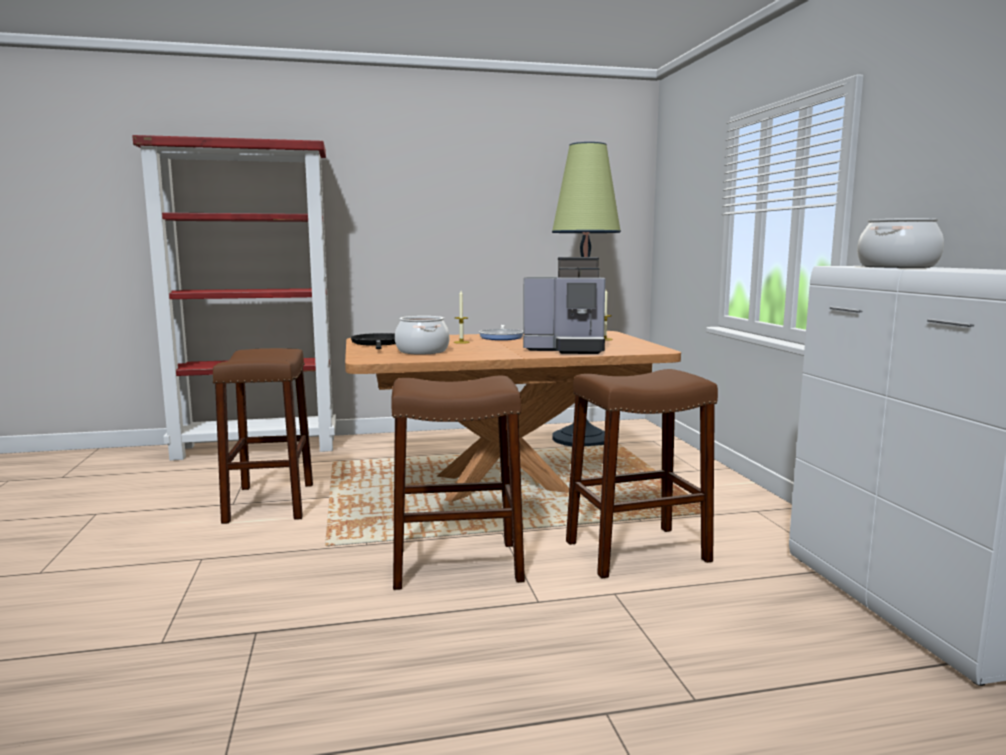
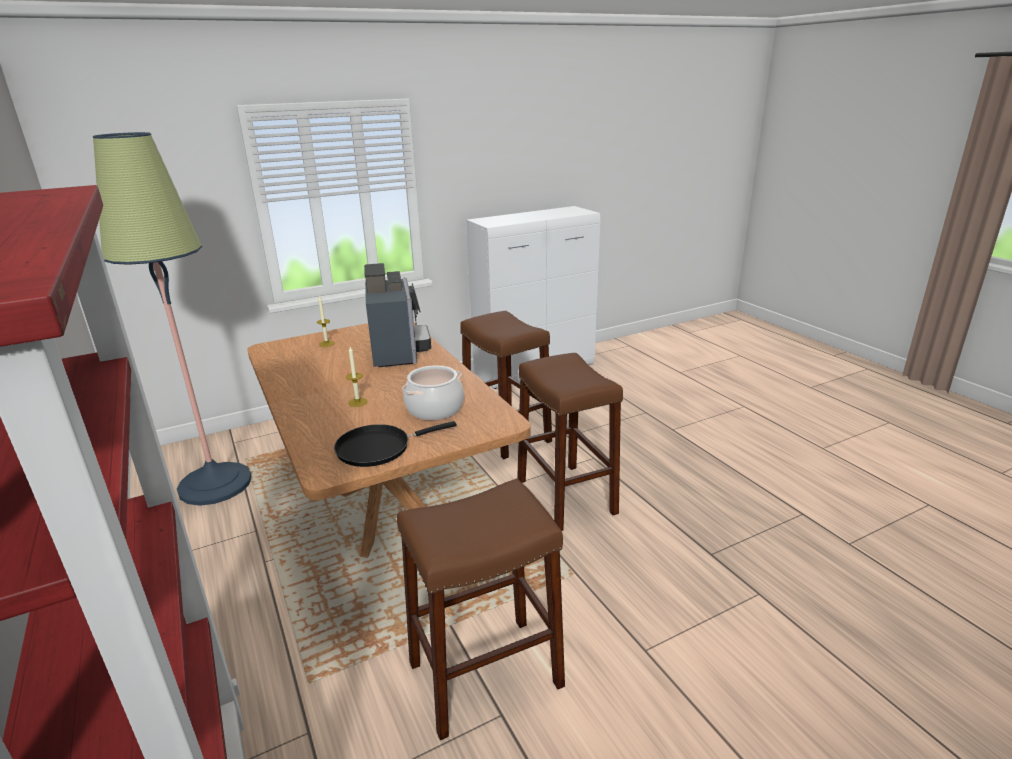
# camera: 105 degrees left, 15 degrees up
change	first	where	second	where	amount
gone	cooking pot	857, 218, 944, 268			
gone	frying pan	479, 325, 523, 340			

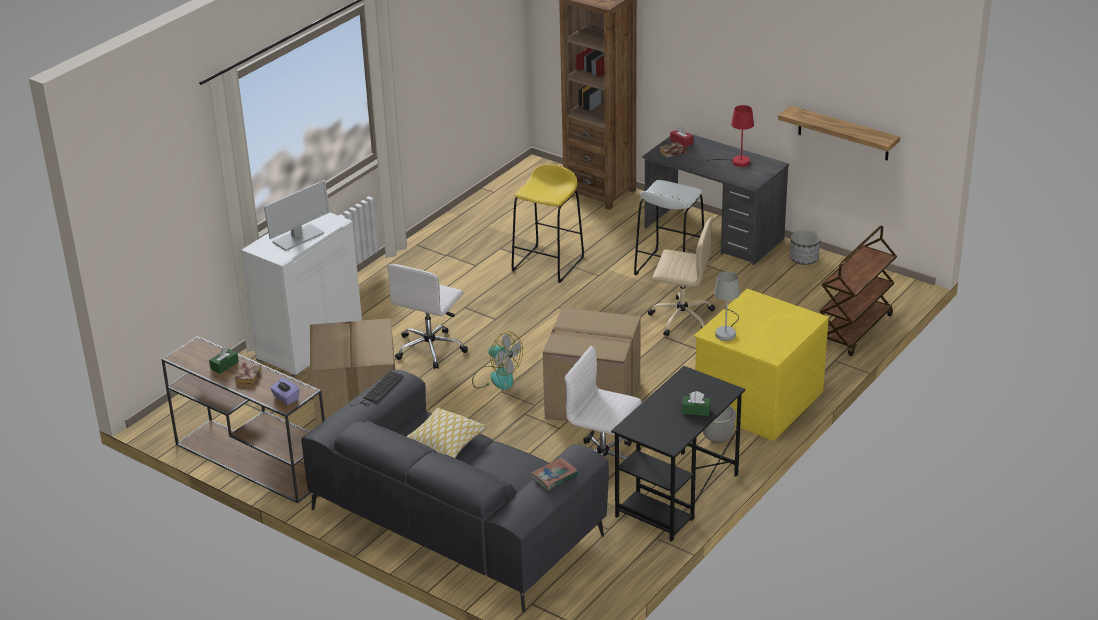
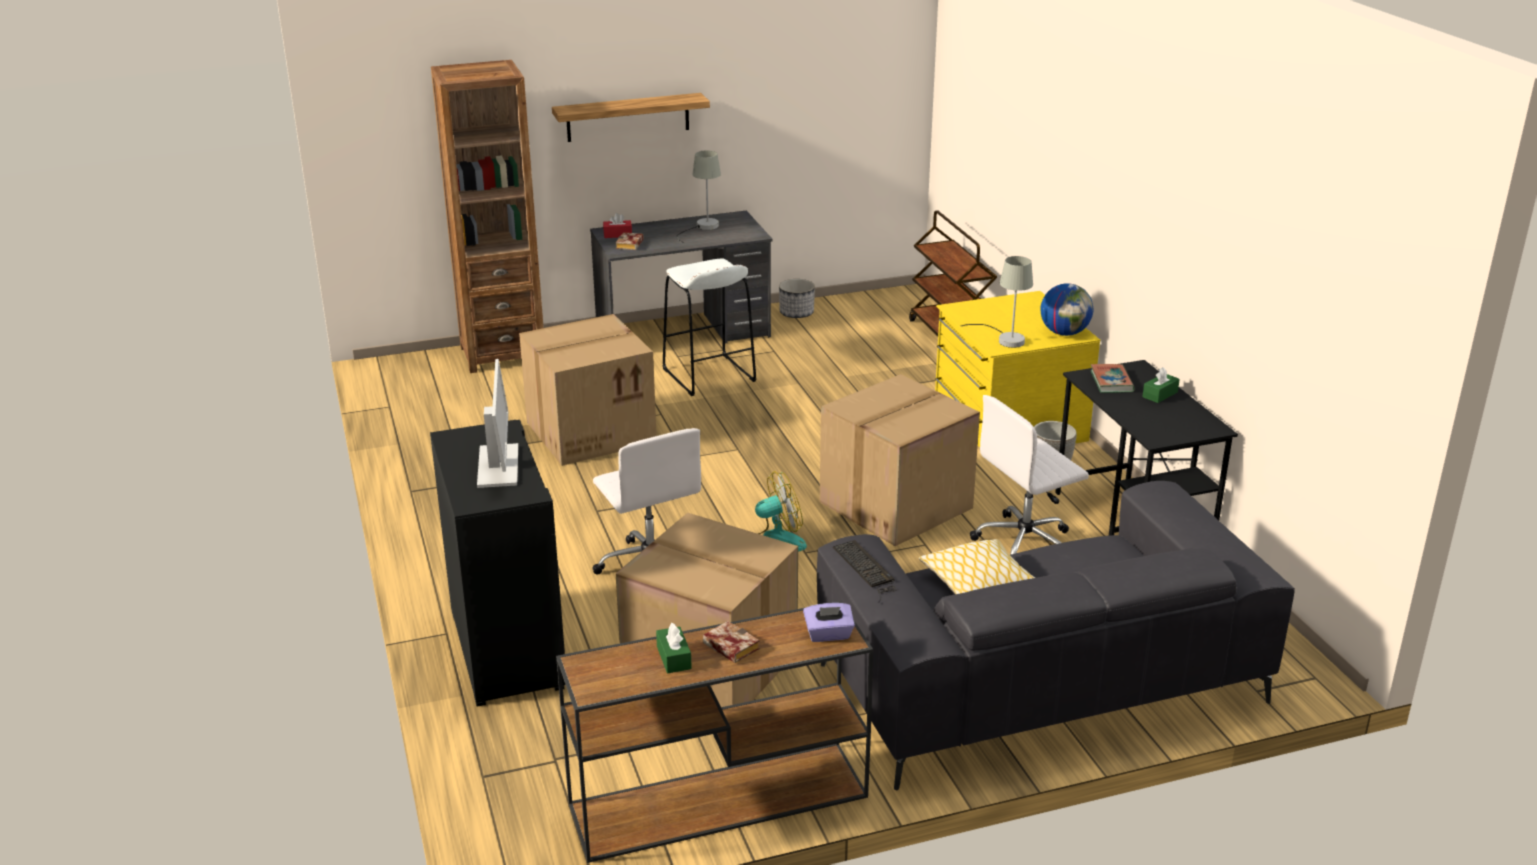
# camera: 55 degrees left, 5 degrees down
change	first	where	second	where	amount
repainted	table lamp in red	701, 105, 754, 167	table lamp in grey	677, 150, 721, 243	
shifted	shelf	778, 106, 900, 161		552, 93, 710, 142	
swapped	stool in yellow	511, 165, 584, 283	cardboard box	519, 314, 657, 466	
repainted	cabinet in white	241, 213, 362, 377	cabinet in black	430, 420, 565, 707	
gone	office chair in beige	648, 217, 715, 336			
shifted	book	531, 457, 578, 490		1091, 364, 1135, 393	
new			globe	1041, 283, 1093, 336	

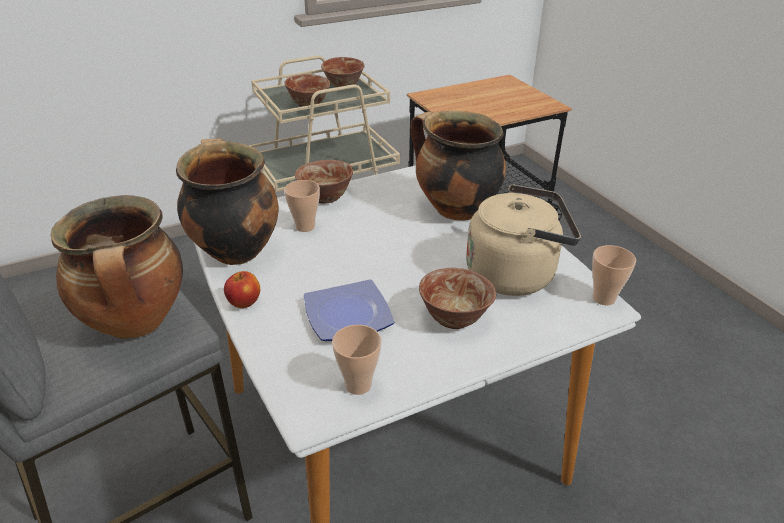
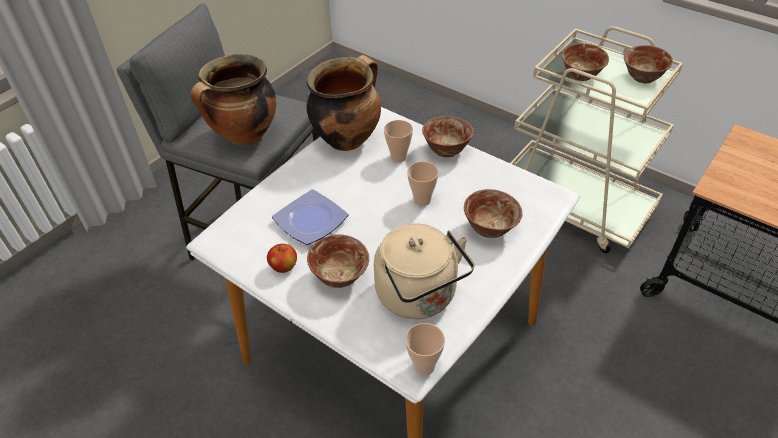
# camera: 65 degrees right, 10 degrees up
change	first	where	second	where	amount
swapped	cooking pot	410, 111, 506, 220	bowl	464, 189, 522, 238	
shifted	apple	224, 271, 260, 308		267, 244, 297, 273	
shifted	cup	332, 325, 381, 395		407, 161, 439, 206	

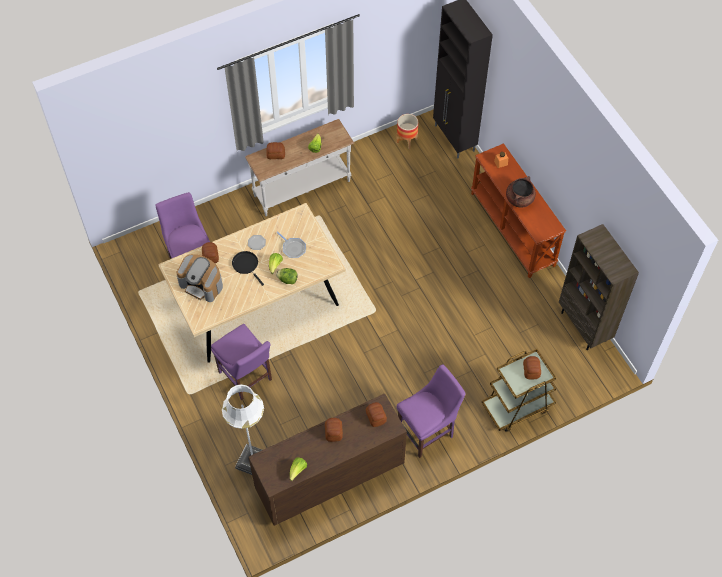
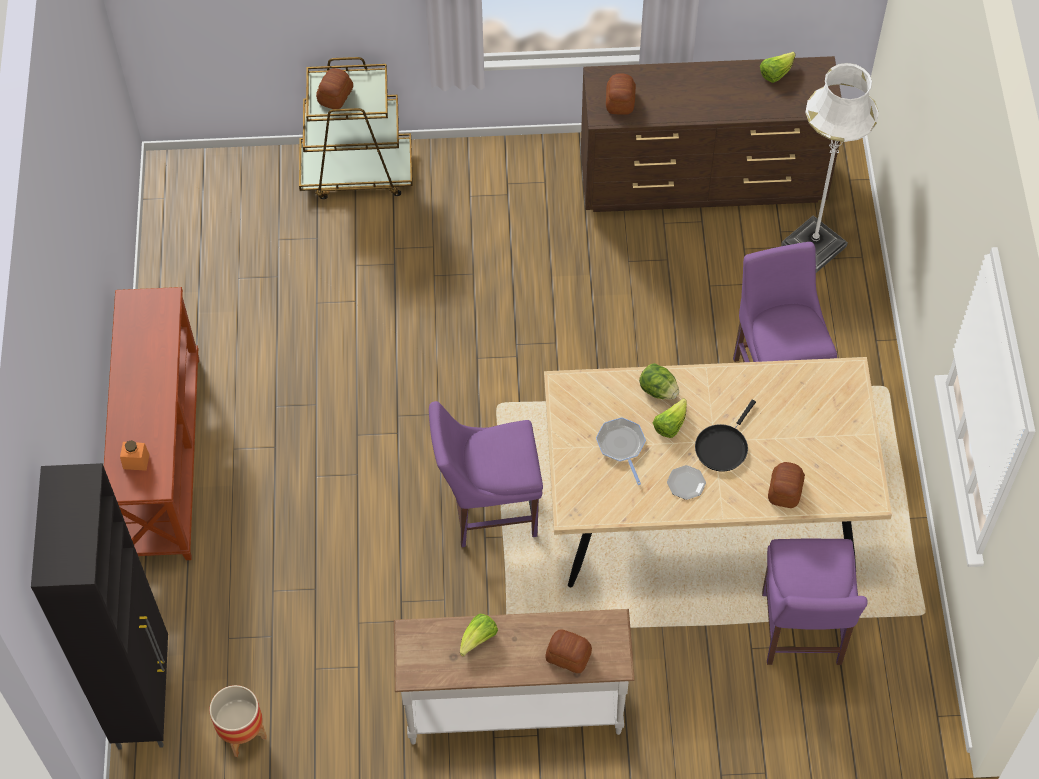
# camera: 155 degrees left, 0 degrees up
change	first	where	second	where	amount
gone	cooking pot in brown	506, 176, 536, 208			
gone	bookcase in brown	559, 224, 639, 350			
rotated	frying pan in black	232, 251, 264, 286		695, 400, 756, 472	45 degrees clockwise
gone	coffee machine	177, 254, 223, 302			
shifted	chair in purple	396, 364, 466, 458		429, 401, 543, 547	
gone	bread	325, 418, 343, 442			

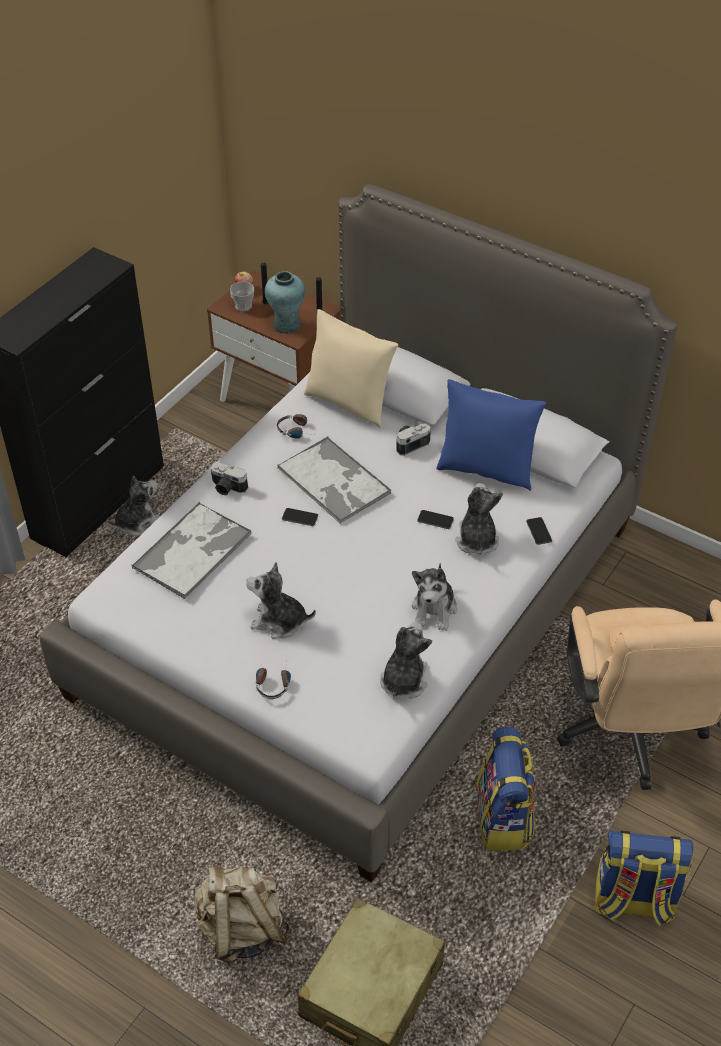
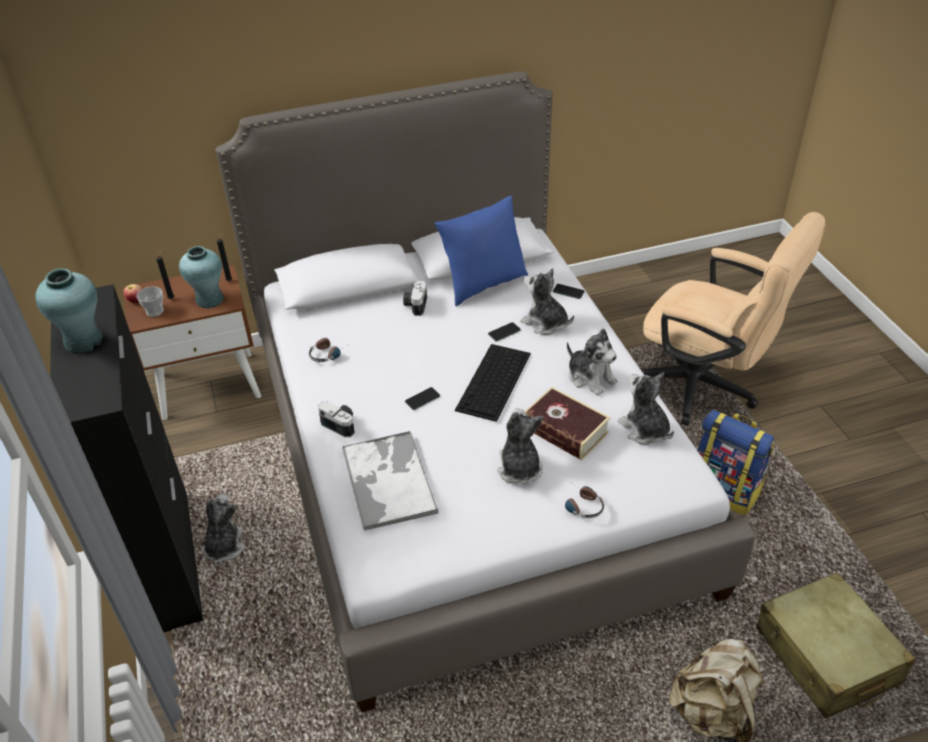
# camera: 50 degrees left, 5 degrees down
change	first	where	second	where	amount
gone	pillow in beige	304, 309, 398, 428			
gone	tray	277, 437, 391, 524			
rotated	photo camera	211, 463, 248, 495		318, 402, 355, 437	120 degrees counterclockwise
rotated	plush toy	246, 562, 316, 639		497, 408, 543, 484	120 degrees clockwise
gone	backpack	594, 830, 694, 926			
new			vase in turquoise	35, 268, 103, 354	
new			keyboard	455, 344, 531, 422	
new			book	525, 387, 610, 460	

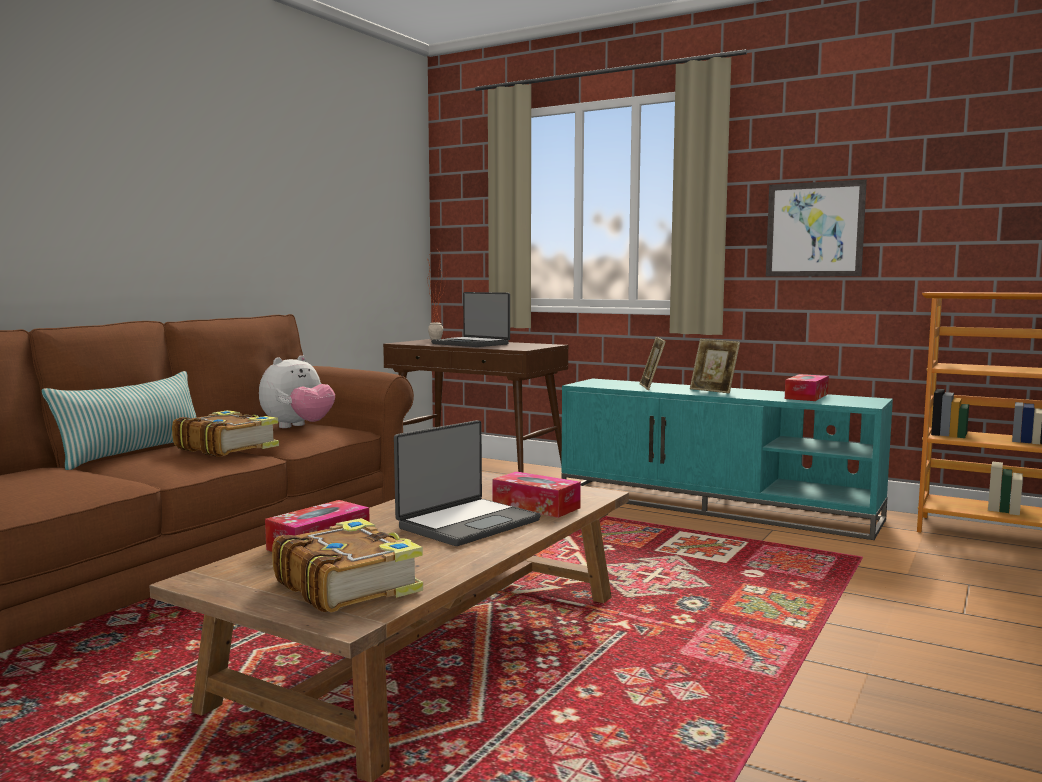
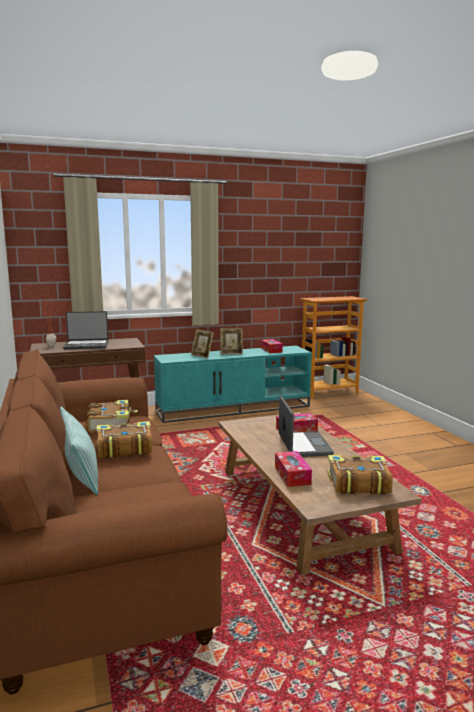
# camera: 50 degrees left, 5 degrees up
change	first	where	second	where	amount
gone	picture	766, 179, 867, 276			
swapped	plush toy	259, 355, 335, 428	book	86, 400, 138, 433	

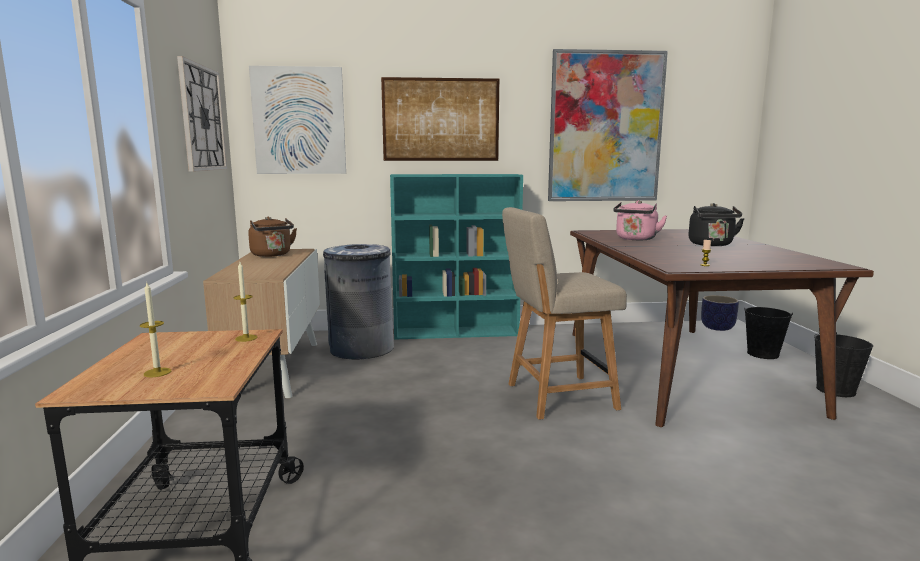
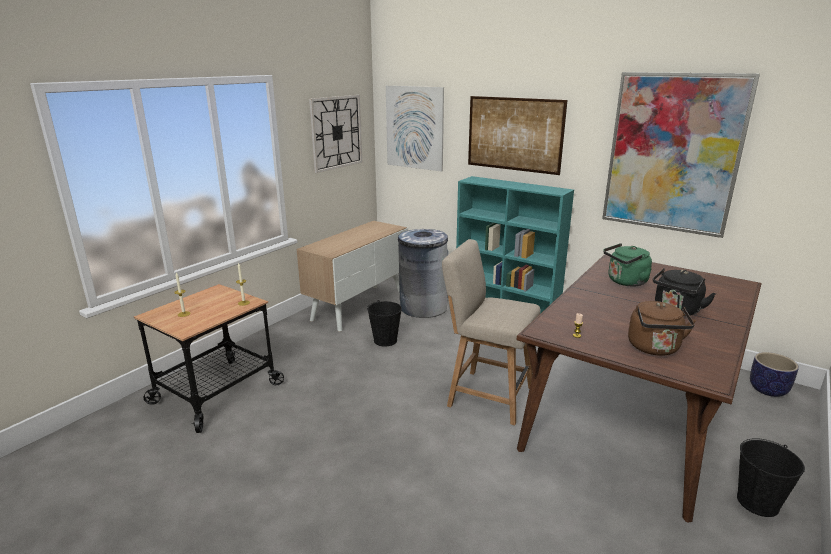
# camera: 40 degrees right, 10 degrees up
change	first	where	second	where	amount
repainted	kettle in pink	613, 200, 667, 240	kettle in green	603, 243, 652, 287	
shifted	kettle in brown	248, 217, 297, 257		628, 301, 696, 356	
shifted	bucket in black	744, 307, 793, 359		367, 300, 402, 347	

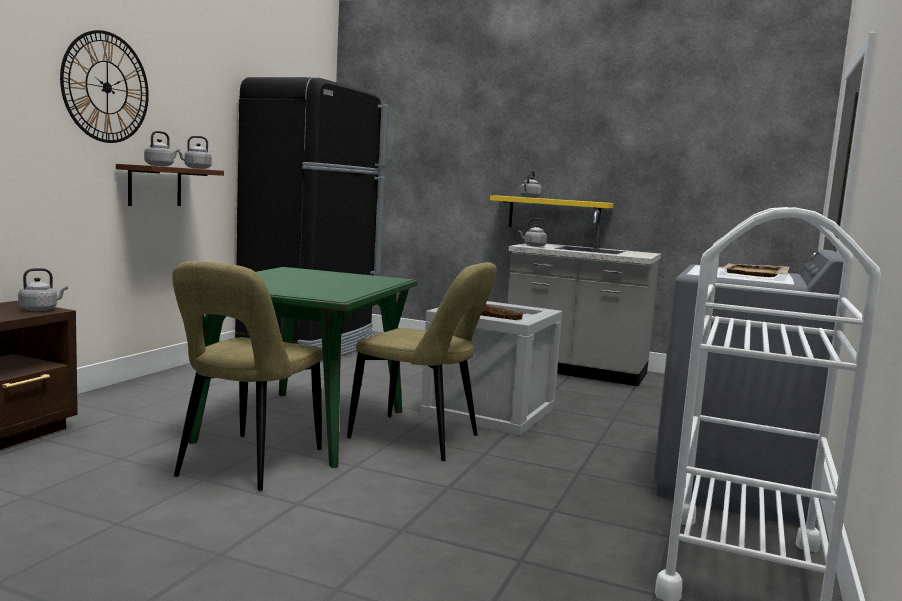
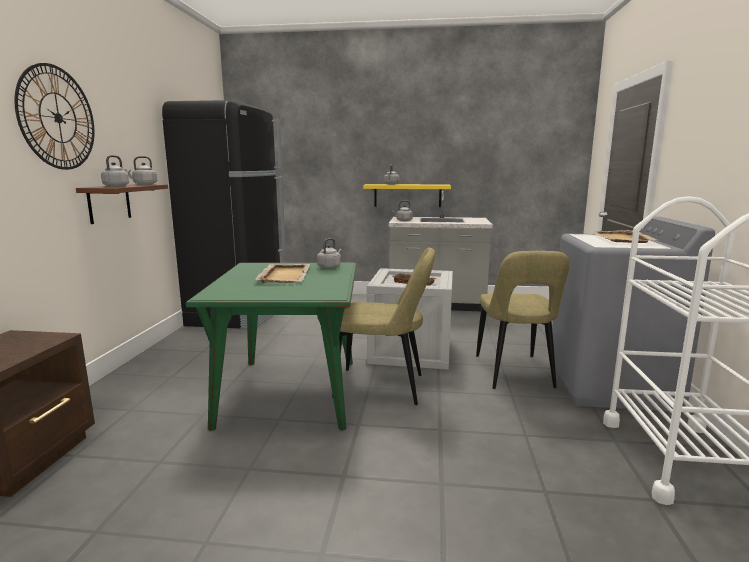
# camera: 15 degrees left, 5 degrees up
change	first	where	second	where	amount
shifted	chair in beige	172, 261, 322, 491		476, 251, 570, 389	
shifted	kettle in grey	18, 268, 68, 311		317, 238, 342, 269	
new			tray in beige	255, 264, 310, 283	

